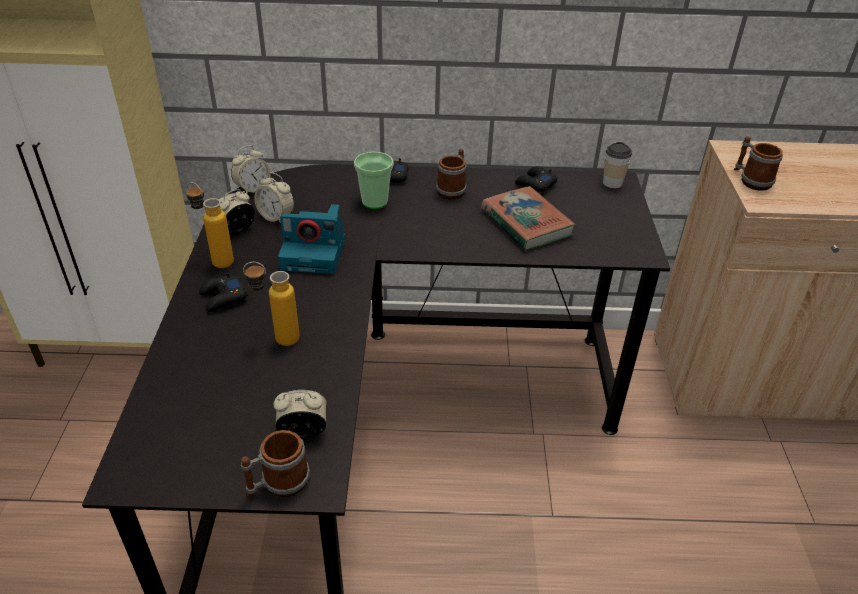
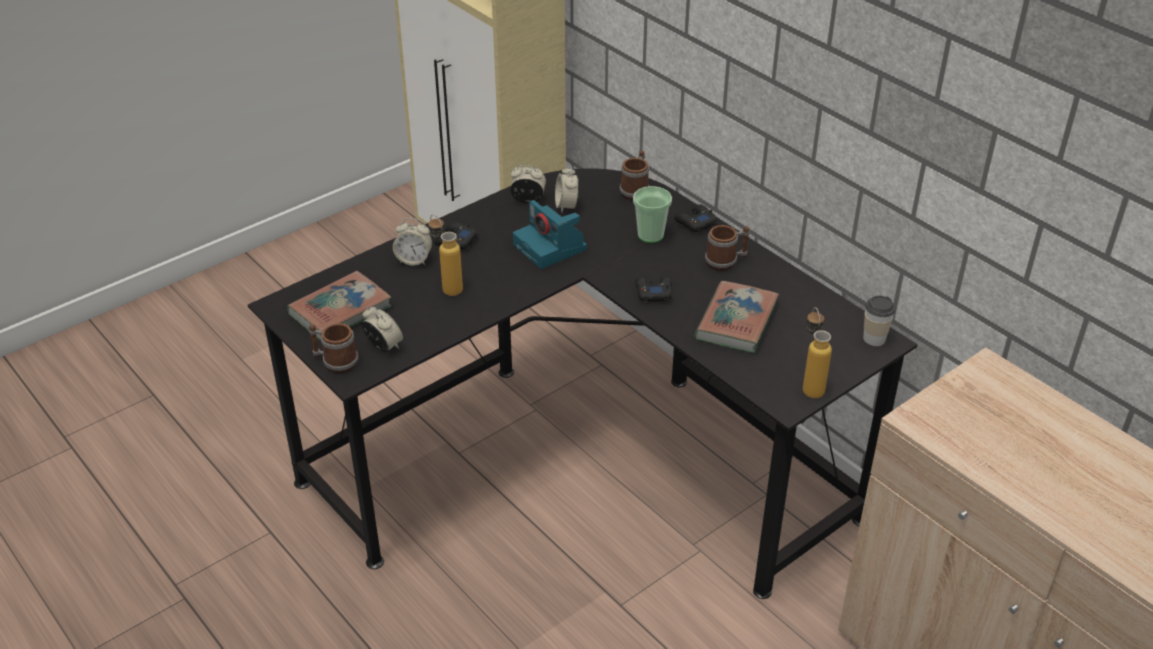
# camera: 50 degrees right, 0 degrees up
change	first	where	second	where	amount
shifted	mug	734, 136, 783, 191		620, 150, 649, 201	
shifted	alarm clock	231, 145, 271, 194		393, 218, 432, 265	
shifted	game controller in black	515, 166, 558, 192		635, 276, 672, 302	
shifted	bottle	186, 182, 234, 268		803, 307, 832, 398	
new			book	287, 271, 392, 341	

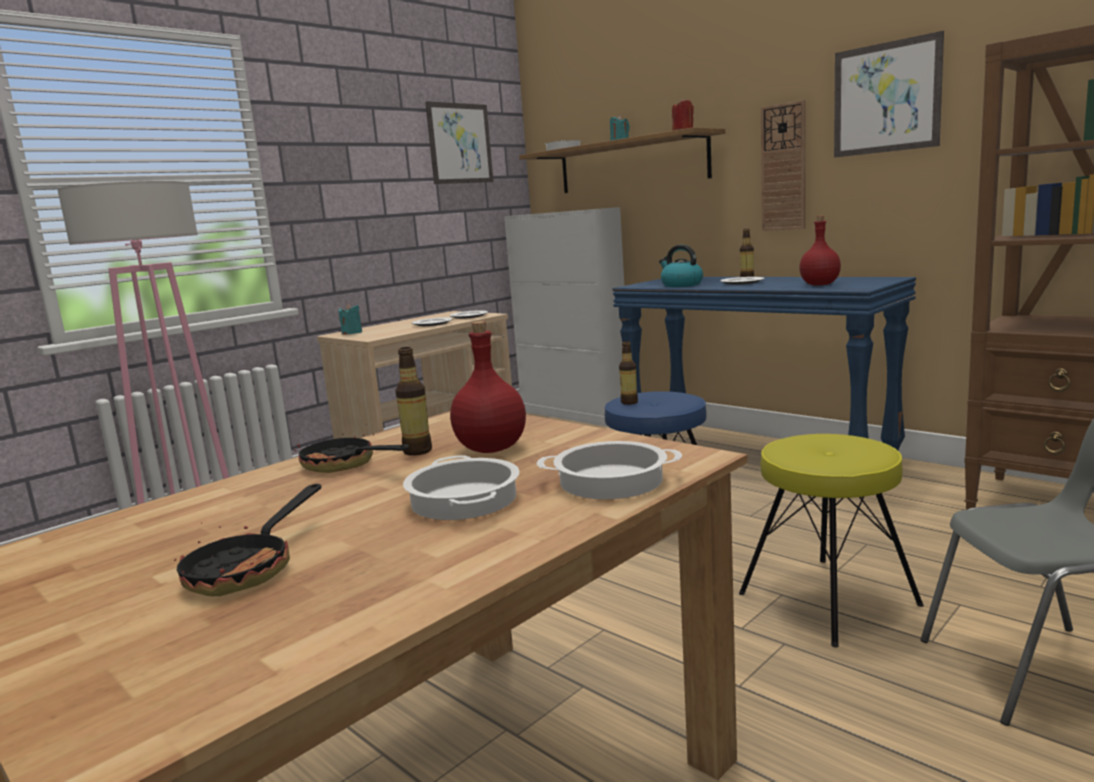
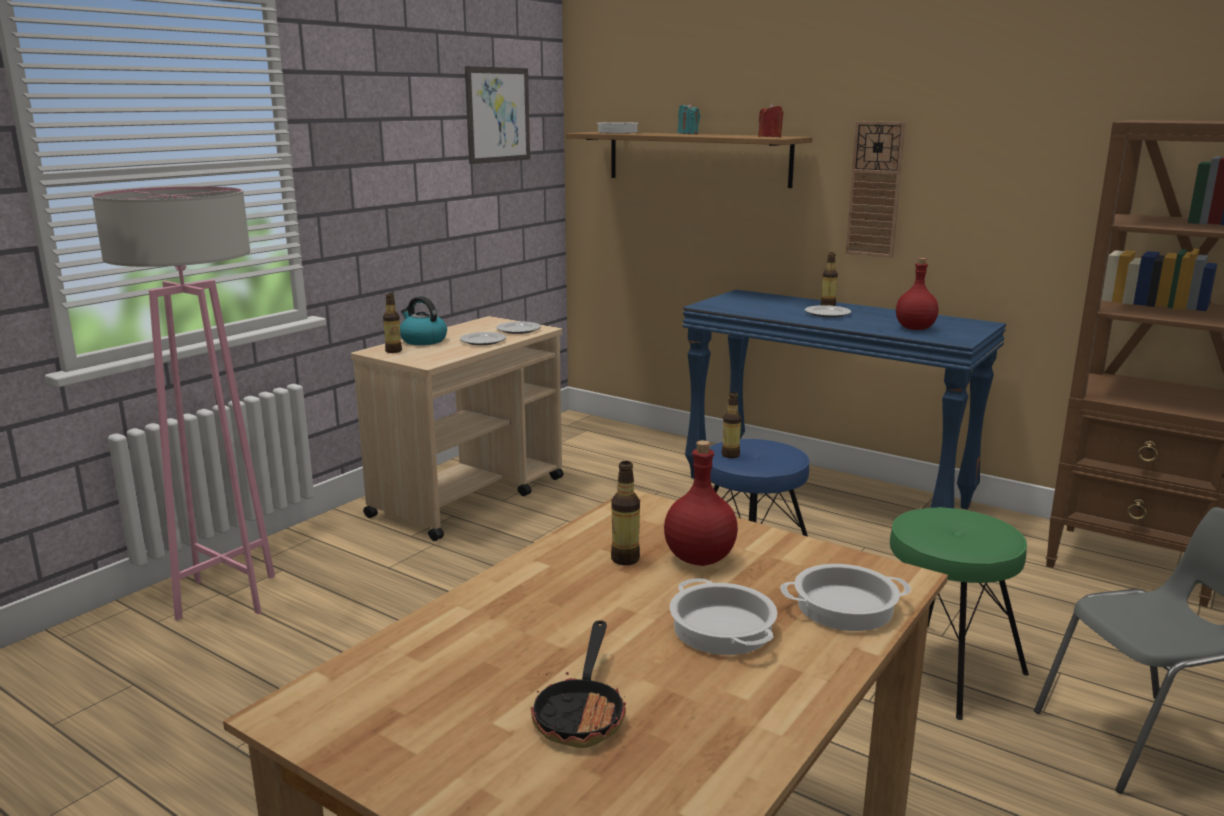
# camera: 10 degrees left, 5 degrees up
change	first	where	second	where	amount
gone	picture	834, 31, 944, 158			
gone	cabinet in white	504, 207, 624, 427			
shifted	kettle	659, 245, 703, 287		400, 296, 447, 345	
swapped	candle in turquoise	339, 303, 362, 335	bottle	383, 293, 402, 353	
gone	frying pan	294, 424, 409, 473			
repainted	stool in yellow	739, 434, 924, 647	stool in green	890, 507, 1029, 720	

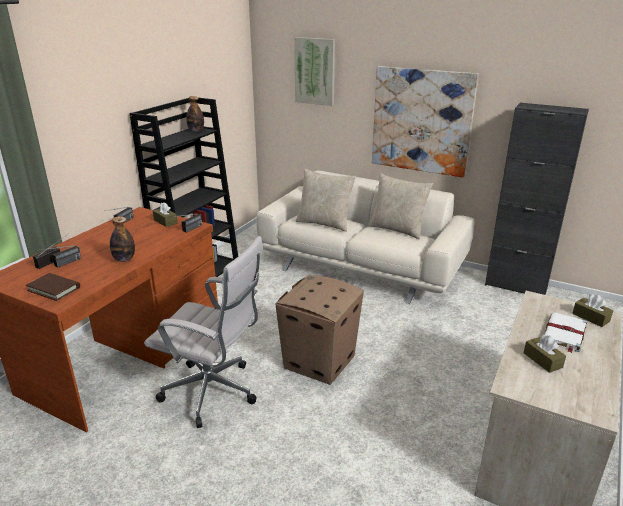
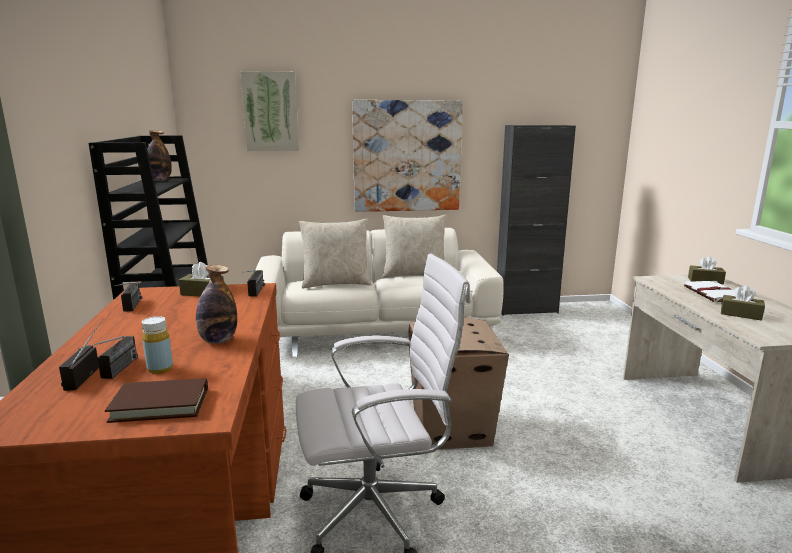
# camera: 35 degrees left, 10 degrees down
change	first	where	second	where	amount
new			bottle in yellow	142, 316, 173, 374	

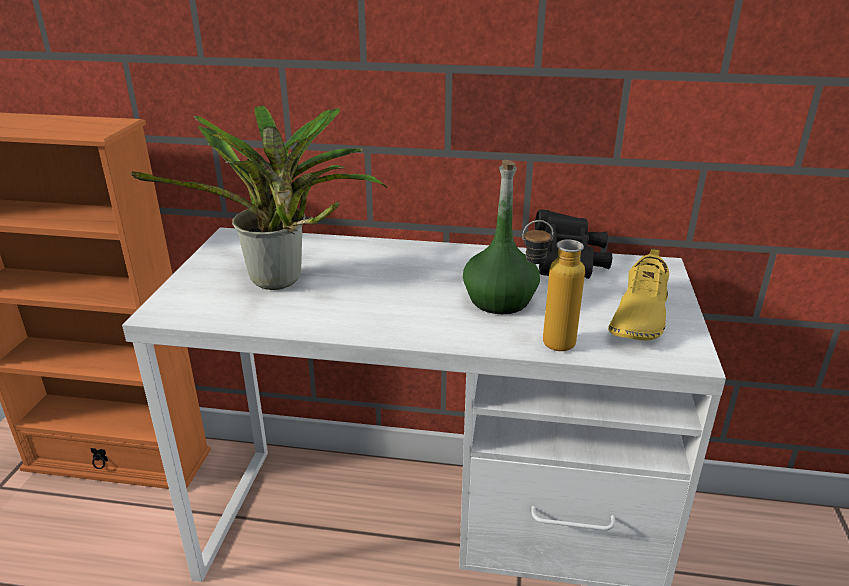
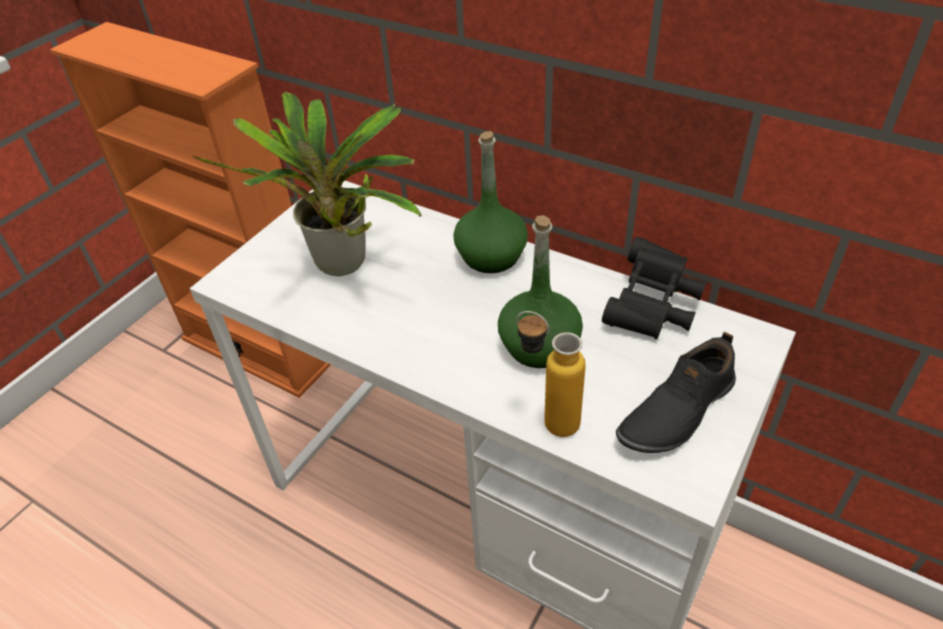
# camera: 25 degrees right, 15 degrees up
change	first	where	second	where	amount
repainted	shoe in yellow	608, 248, 669, 340	shoe in black	616, 332, 736, 453	
new			bottle in green	453, 131, 528, 273	

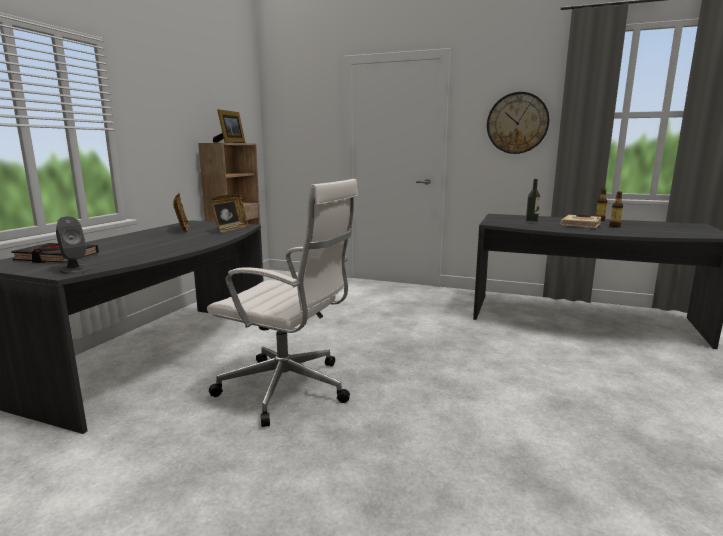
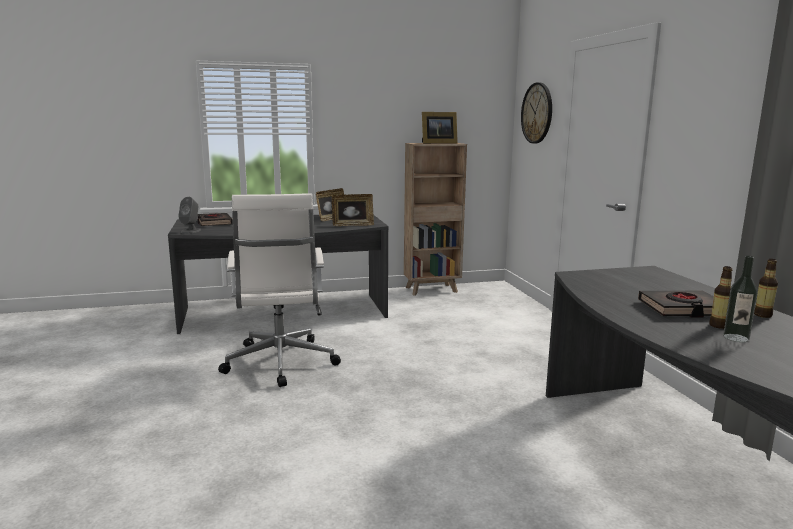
# camera: 55 degrees right, 0 degrees up
change	first	where	second	where	amount
shifted	wall clock	487, 92, 549, 154		521, 83, 552, 143	
shifted	bottle	526, 179, 540, 223		723, 256, 758, 342	
repainted	book in beige	561, 215, 601, 228	book in black	638, 291, 714, 318	

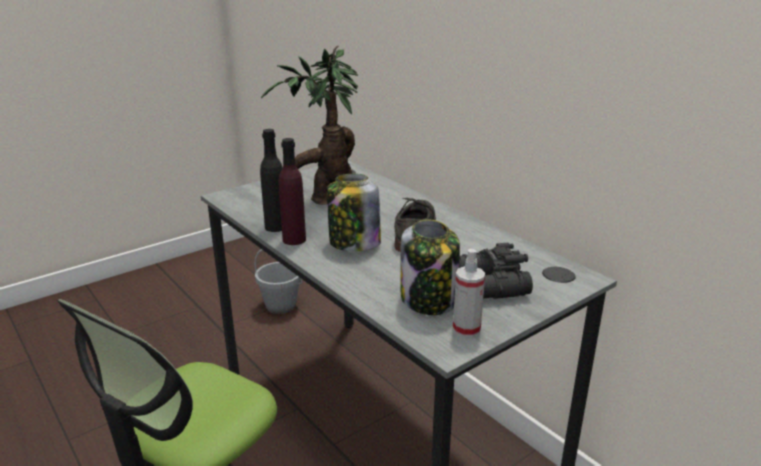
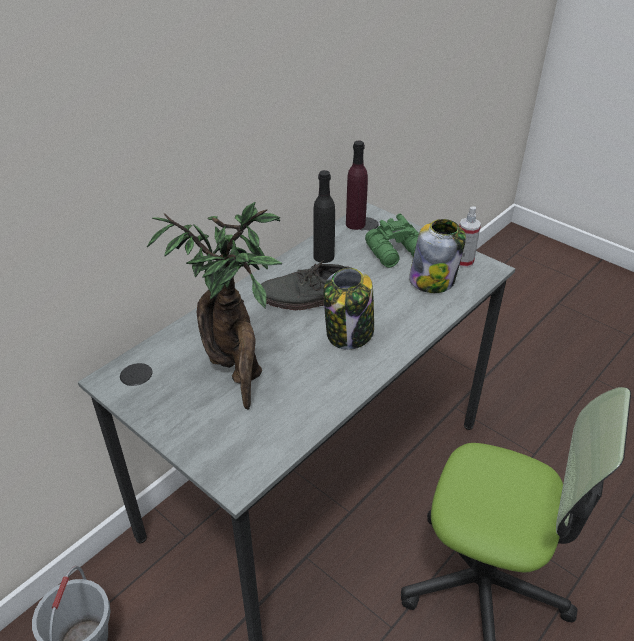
# camera: 100 degrees left, 15 degrees up
change	first	where	second	where	amount
shifted	bottle in black	260, 129, 283, 232		313, 170, 335, 263	
shifted	bottle in purple	279, 138, 306, 245		346, 141, 368, 230	
repainted	binoculars in black	459, 243, 533, 299	binoculars in green	365, 213, 419, 268	

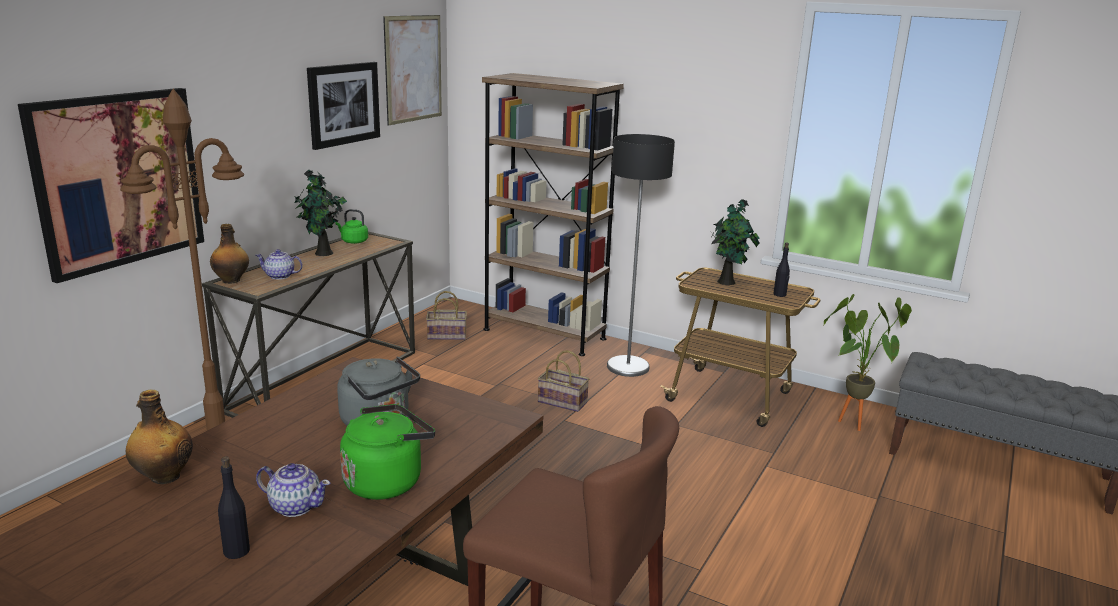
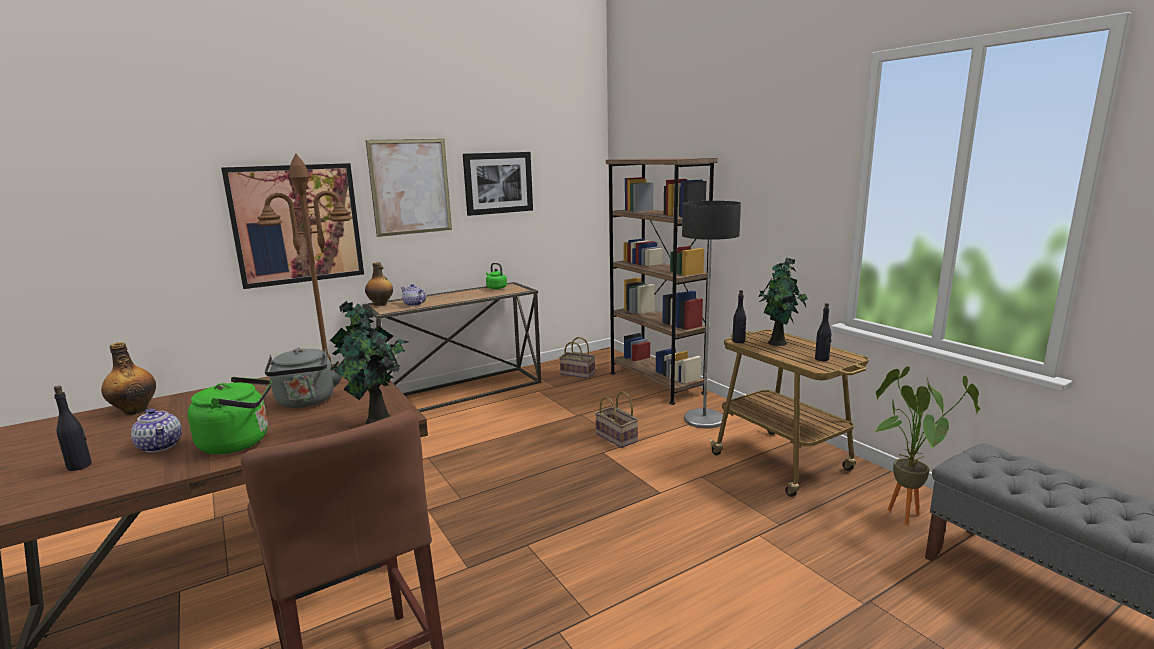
# camera: 30 degrees right, 5 degrees down
change	first	where	second	where	amount
shifted	picture	383, 15, 442, 125		366, 139, 452, 237	
shifted	potted plant	295, 169, 347, 256		330, 301, 408, 424	
new			bottle in black	732, 290, 746, 343	

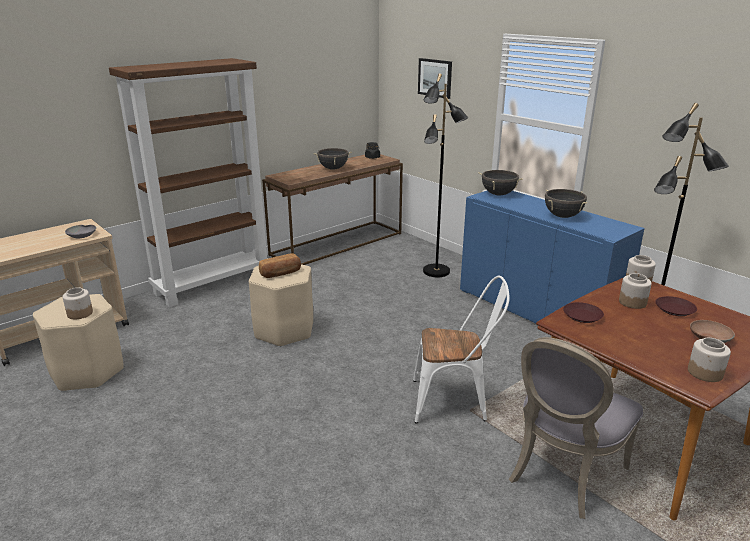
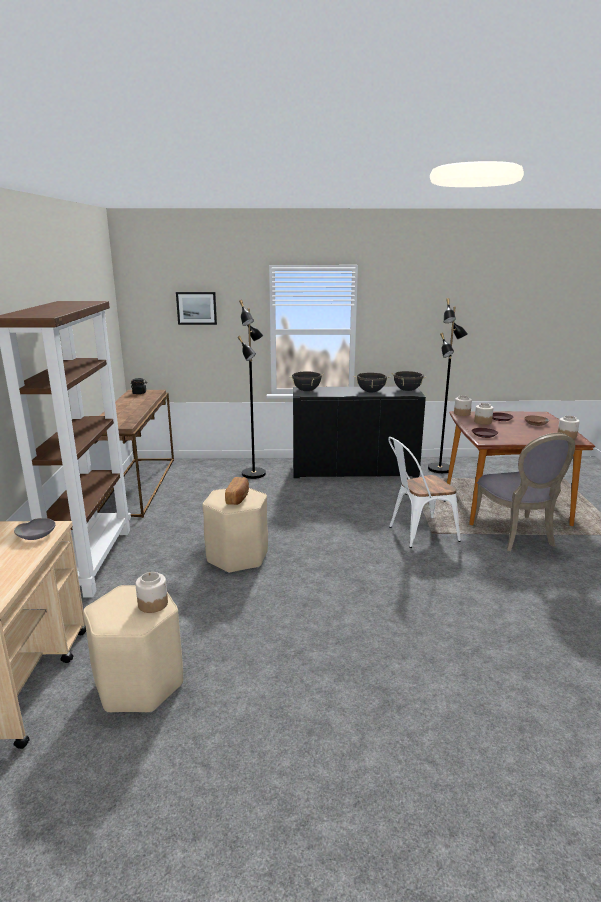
# camera: 50 degrees left, 5 degrees down
change	first	where	second	where	amount
shifted	cooking pot in black	314, 148, 352, 170		391, 371, 426, 391	
repainted	cabinet in blue	460, 191, 645, 323	cabinet in black	293, 387, 426, 478	
rotated	chair in white	413, 276, 510, 424		388, 437, 461, 548	150 degrees counterclockwise

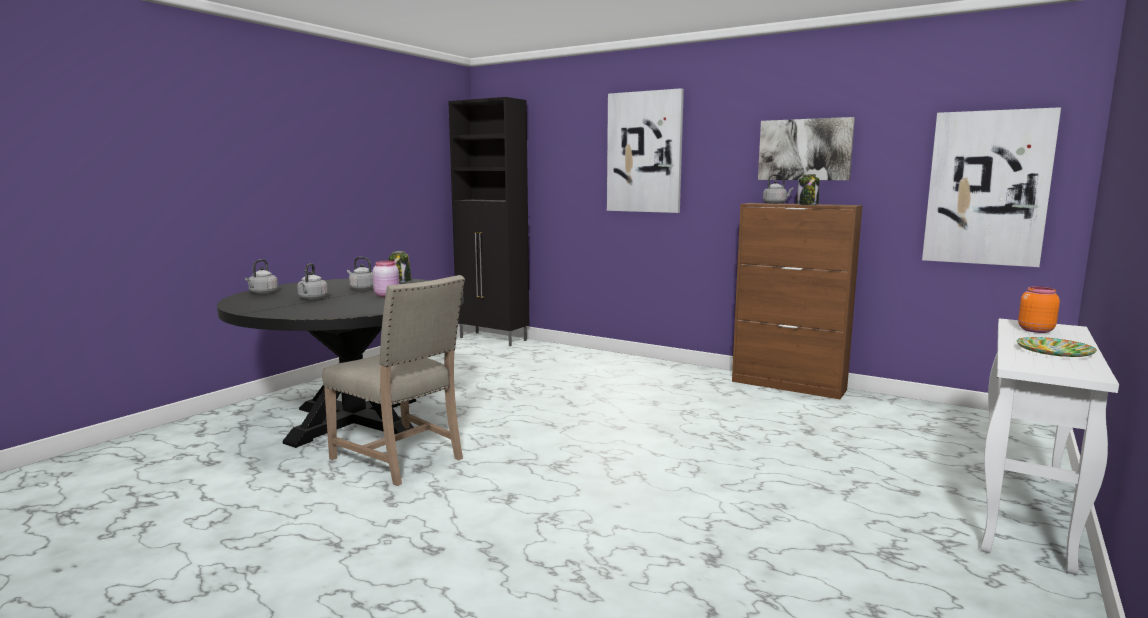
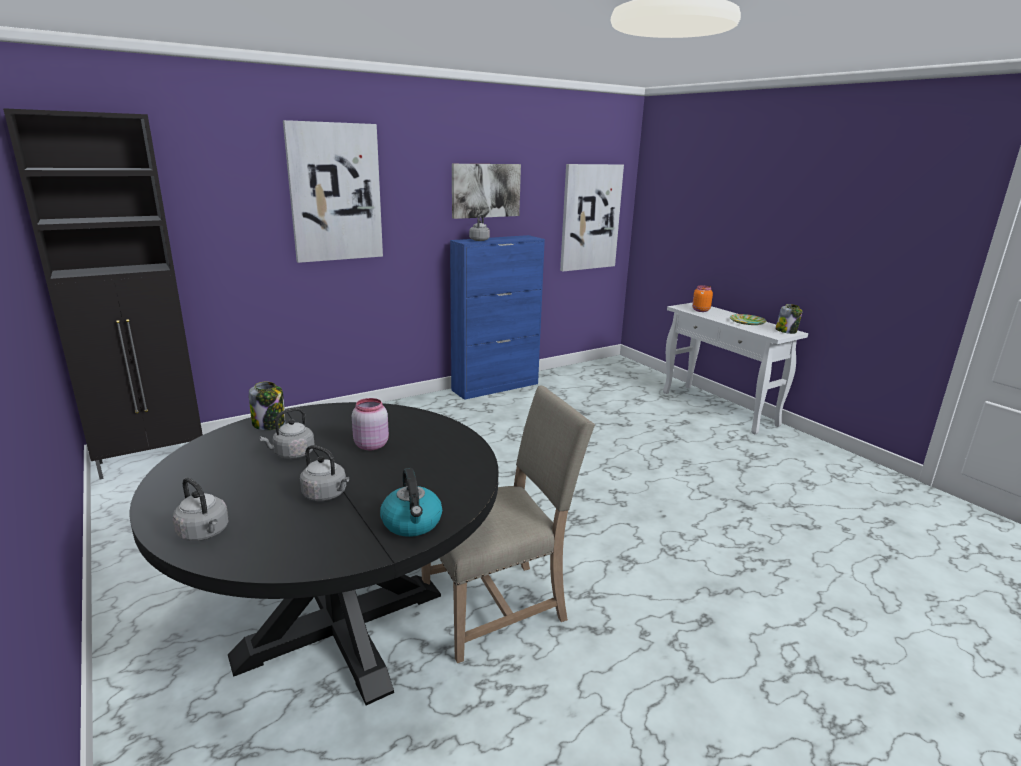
# camera: 65 degrees left, 10 degrees up
change	first	where	second	where	amount
shifted	jar	797, 174, 819, 205		775, 304, 802, 334	
repainted	cabinet in brown	732, 203, 862, 399	cabinet in blue	450, 235, 545, 400	
new			kettle	380, 468, 442, 537	

